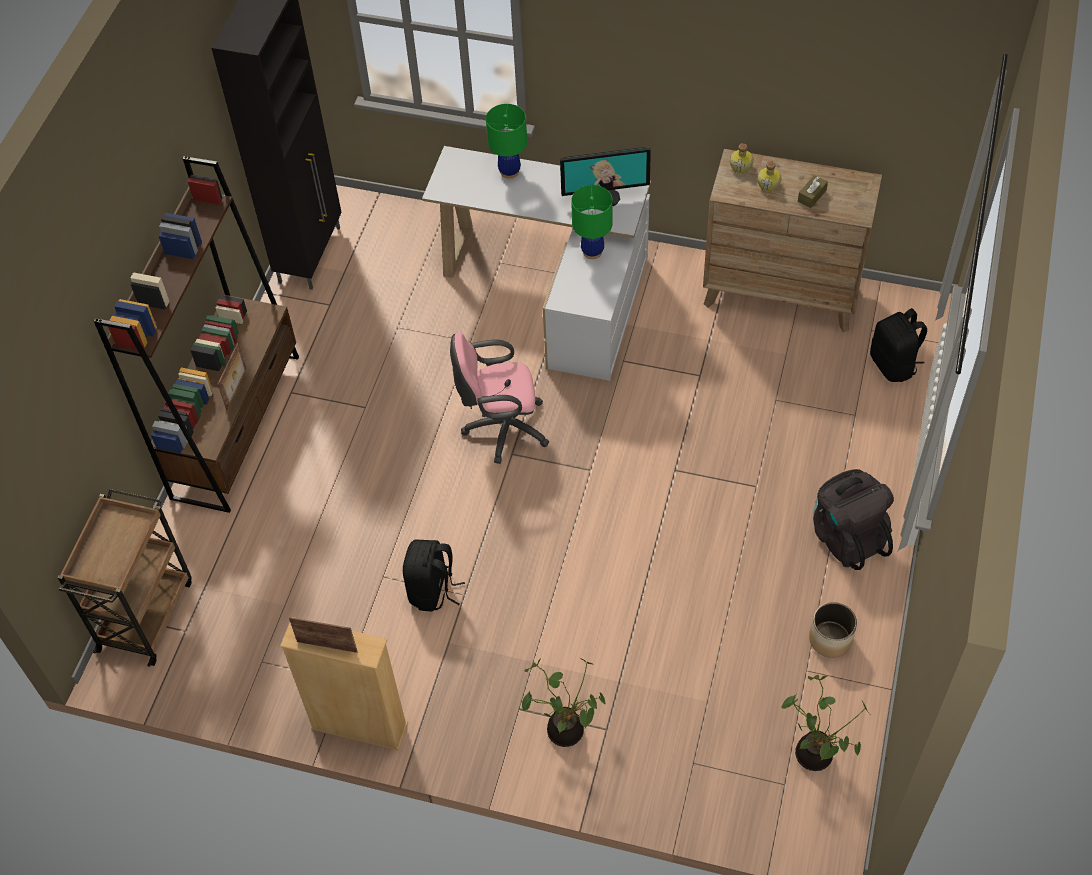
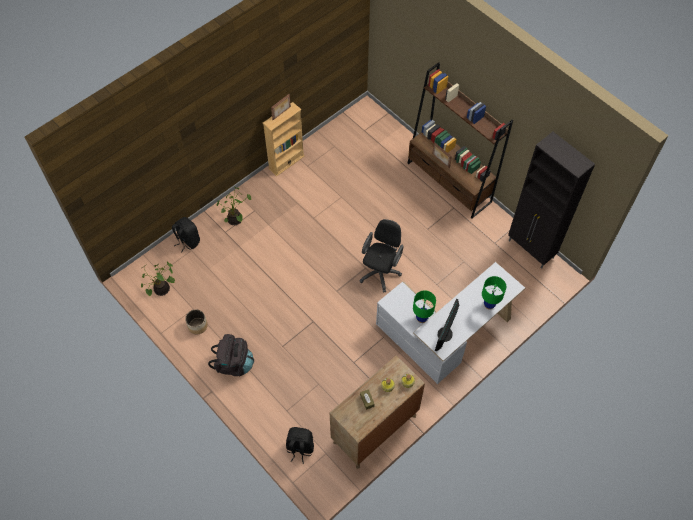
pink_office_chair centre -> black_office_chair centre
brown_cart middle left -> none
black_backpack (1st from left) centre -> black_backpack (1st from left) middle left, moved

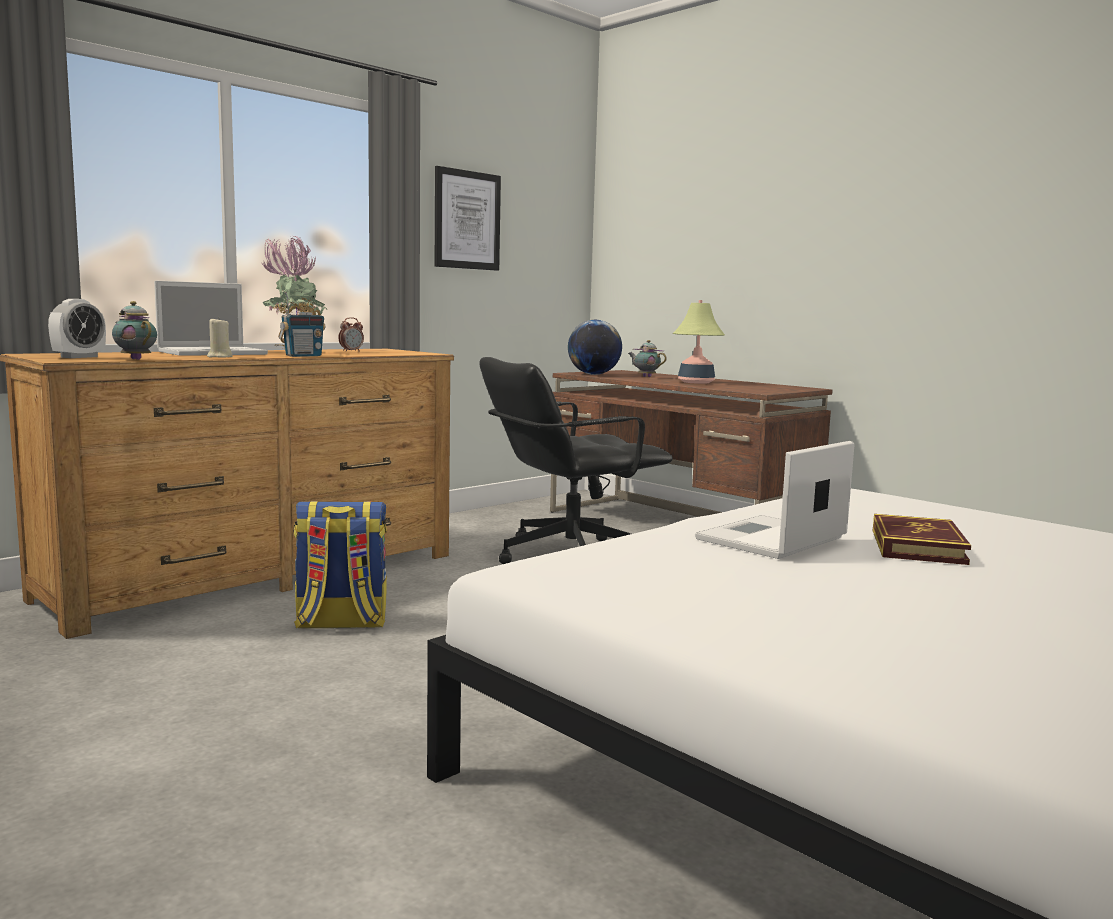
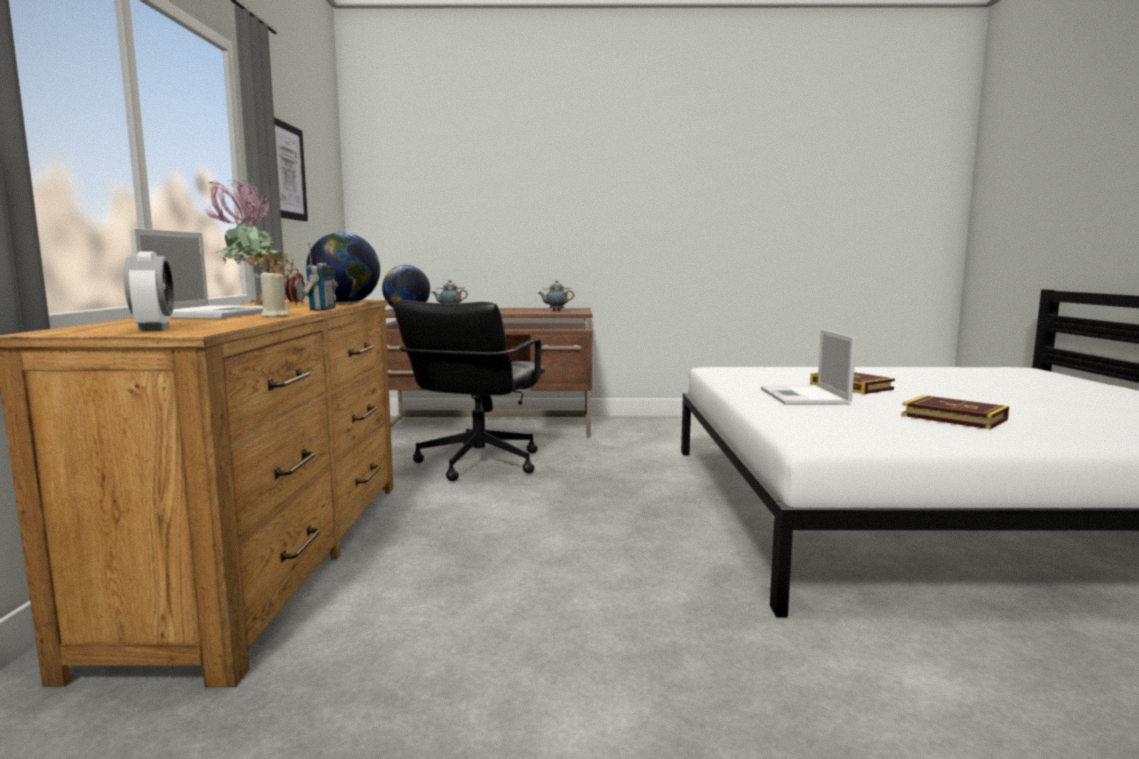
table_lamp centre -> none
teapot (1st from left in the first image) middle left -> teapot (2nd from left) centre, moved
backpack middle left -> none
none -> globe (1st from left) middle left
none -> book (2nd from left) middle right

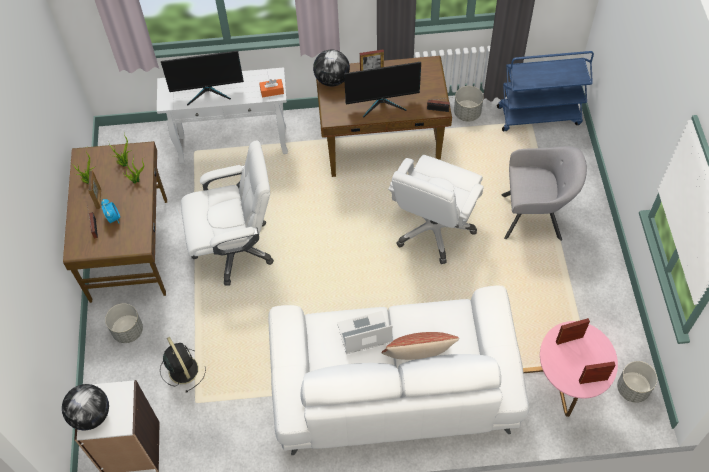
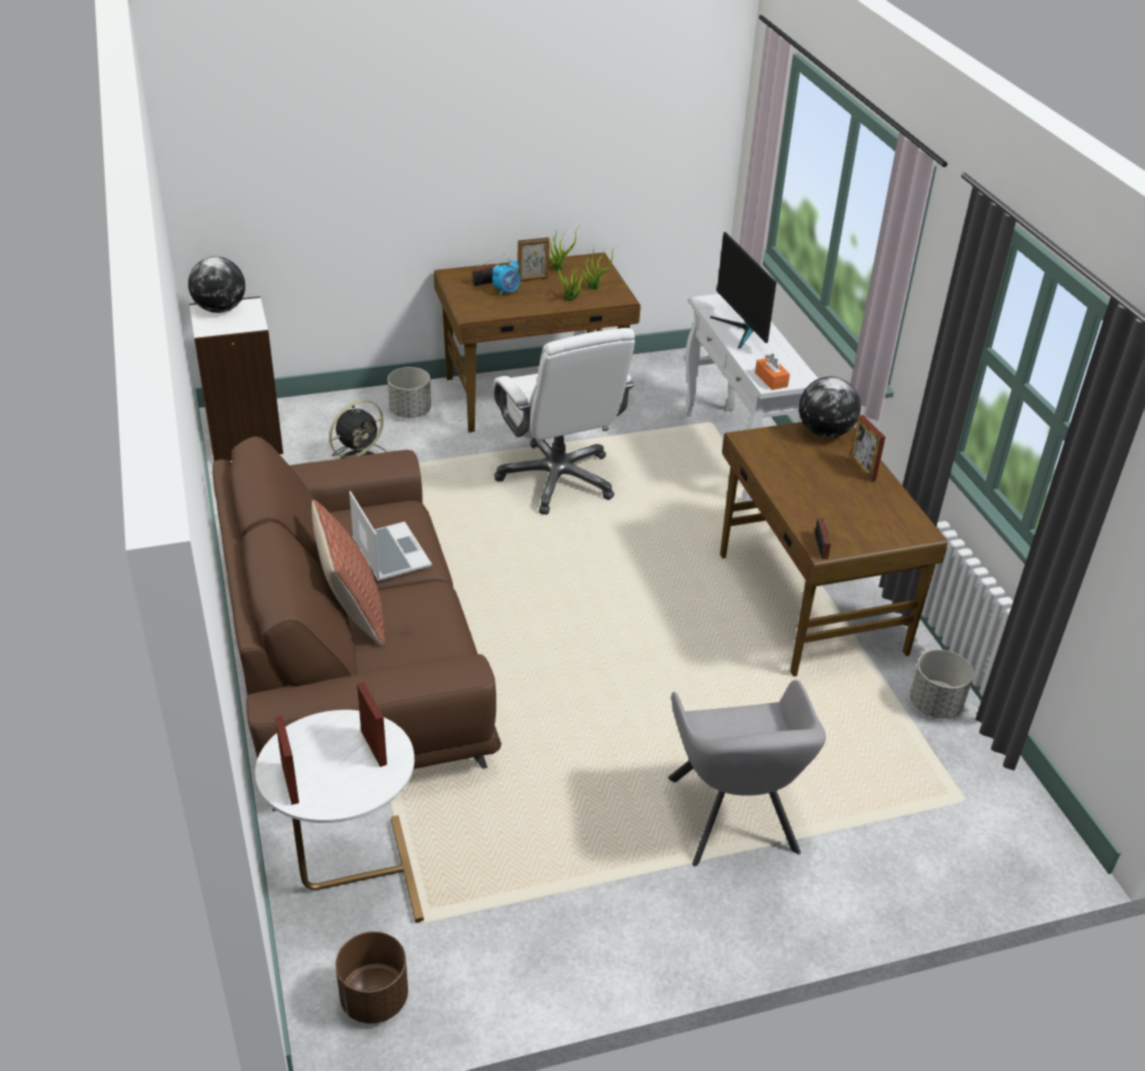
blue_cart top right -> none
monitor (2nd from left) top centre -> none
white_office_chair (2nd from left) centre -> none
white_sofa bottom centre -> brown_sofa middle left
pink_side_table bottom right -> white_side_table bottom left
grey_planter (3rd from left) bottom right -> brown_planter bottom left

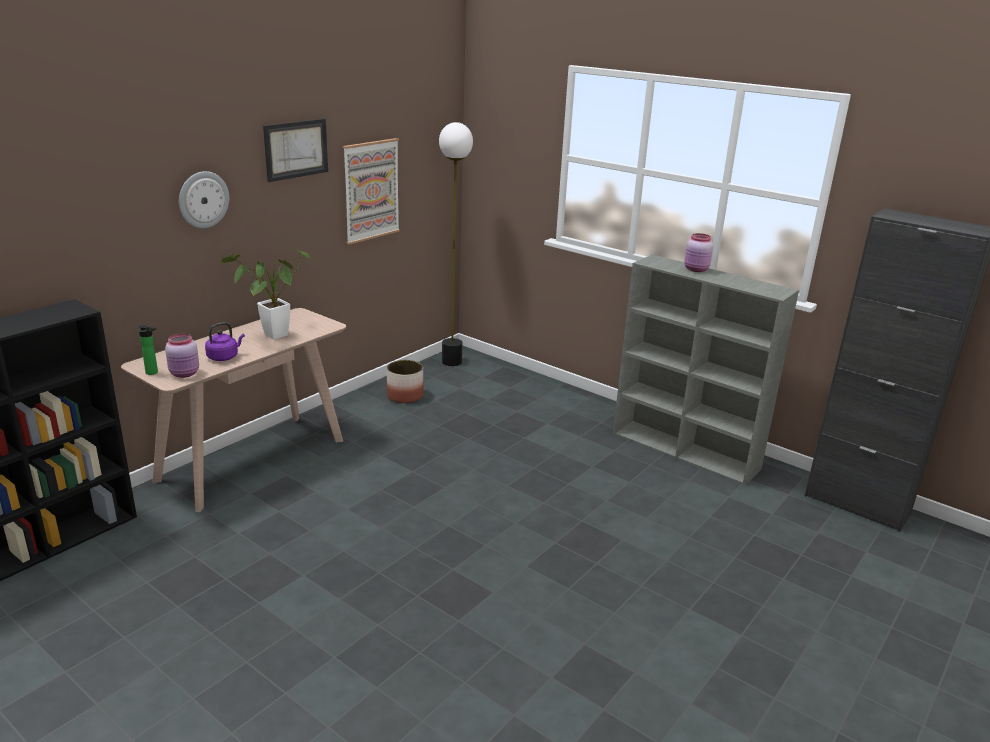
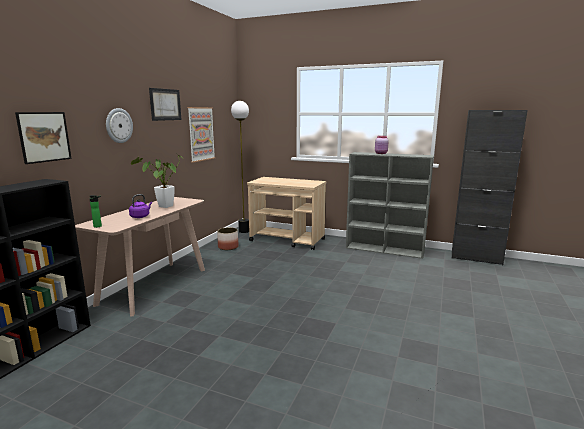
pink_jar (1st from left) middle left -> none
none -> picture (1st from left) top left
none -> beige_cart centre

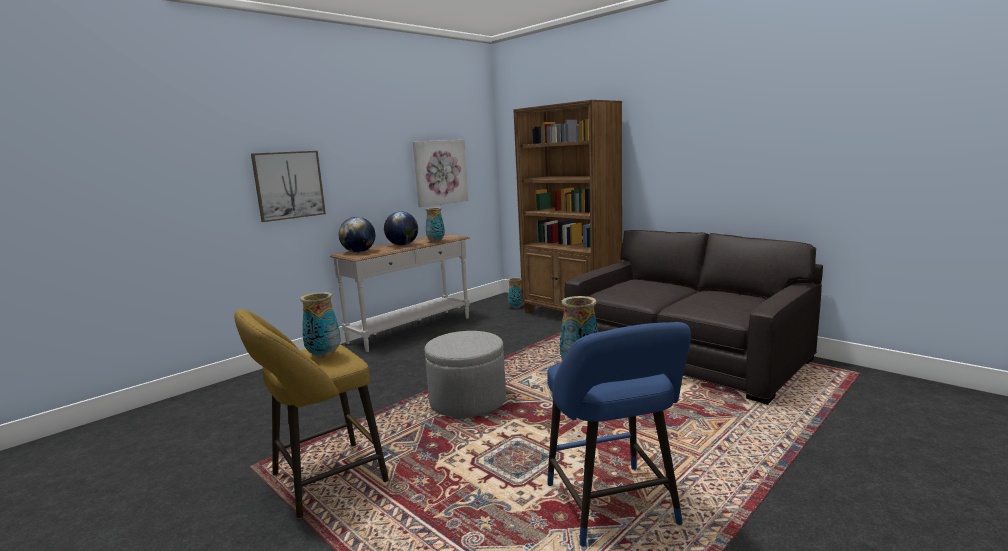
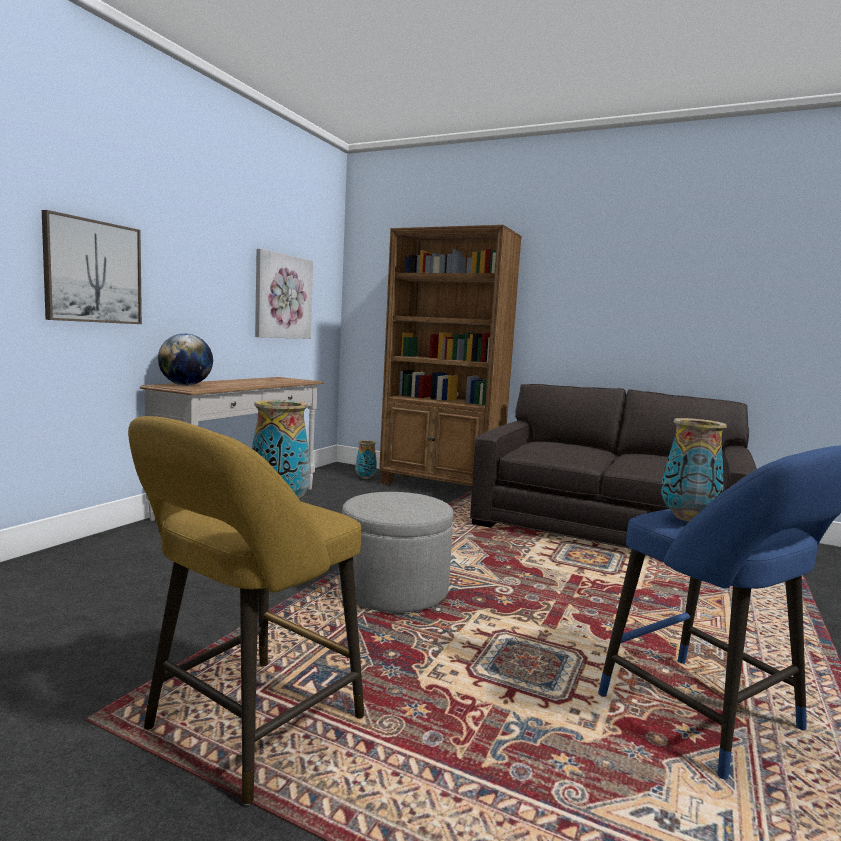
vase (2nd from left) centre -> none
globe (2nd from left) centre -> none

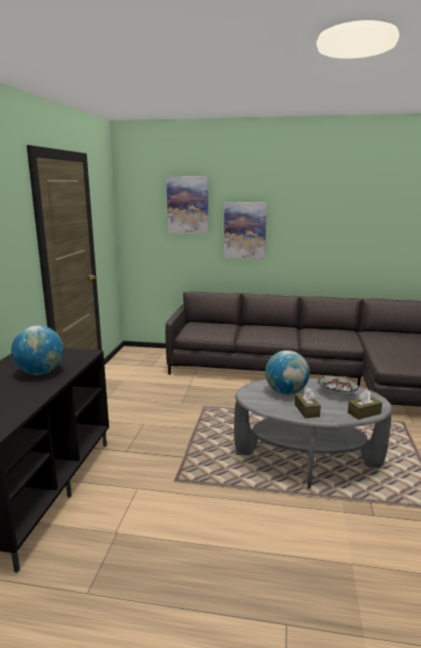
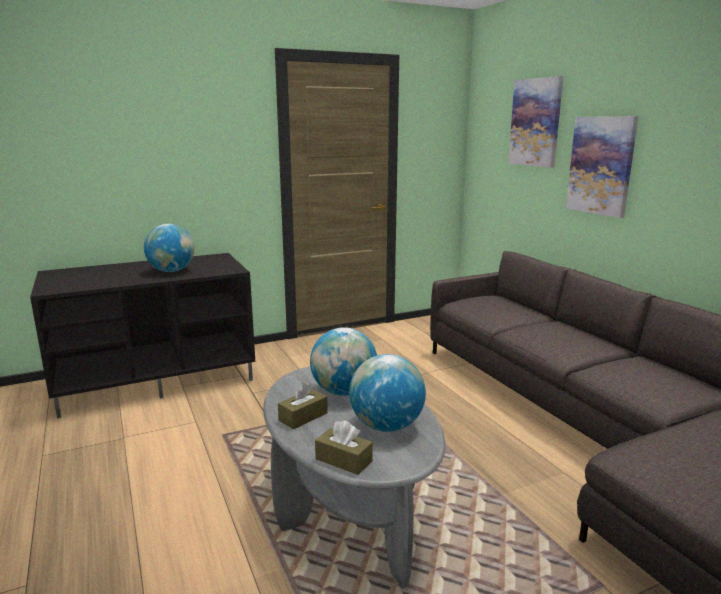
bowl middle right -> globe (3rd from left) centre

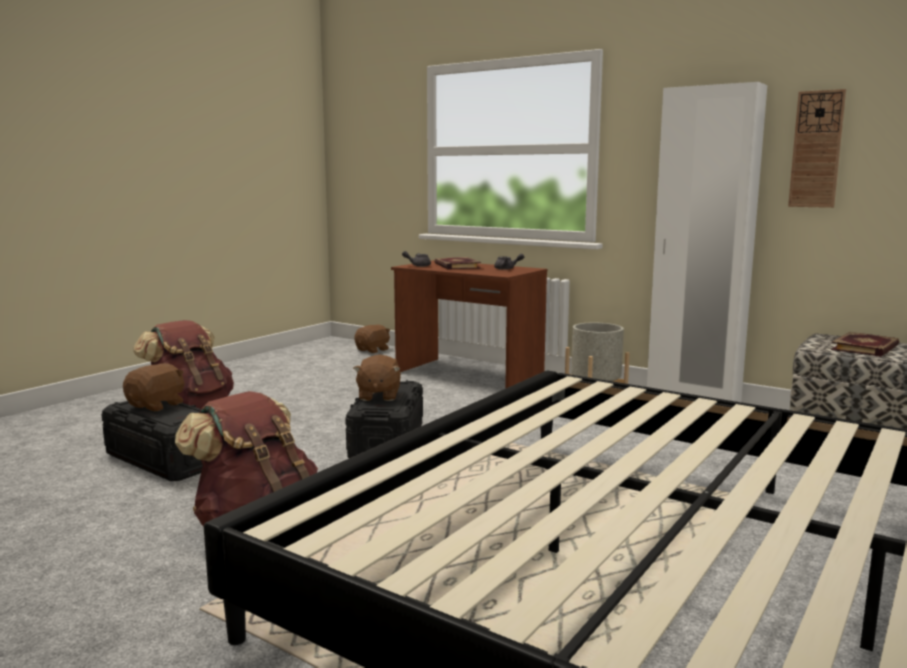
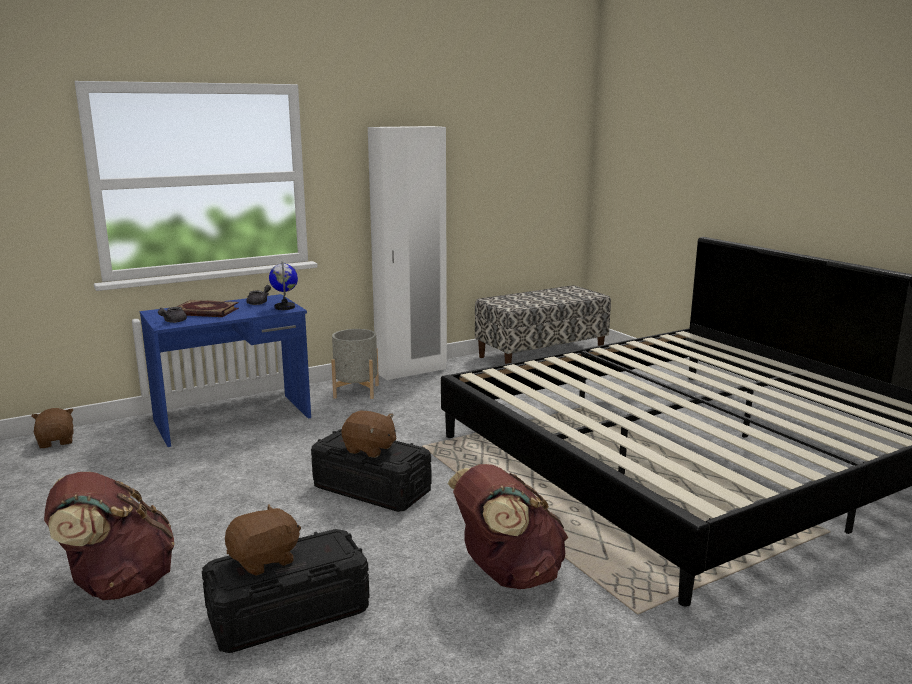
wall_clock top right -> none
brown_desk centre -> blue_desk middle left
book (2nd from left) middle right -> none
brown_plush_toy (1st from left in the first image) middle left -> brown_plush_toy (2nd from left) bottom left, 90 degrees clockwise
none -> globe middle left

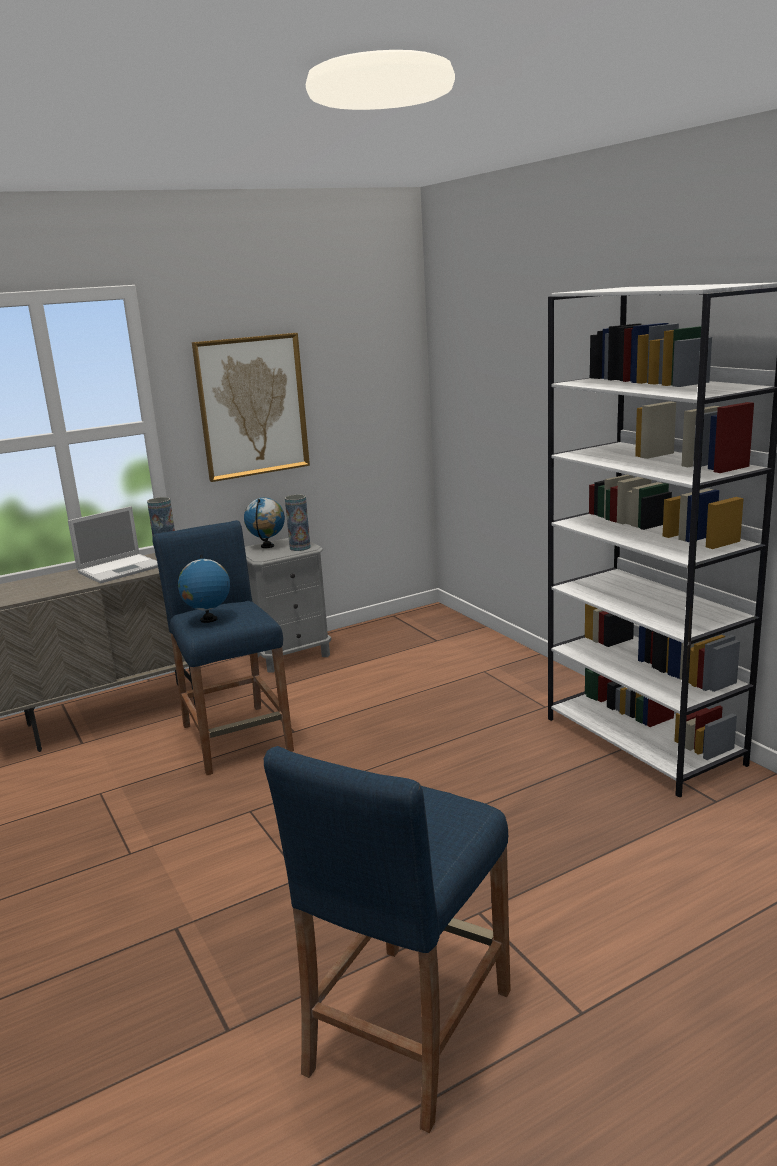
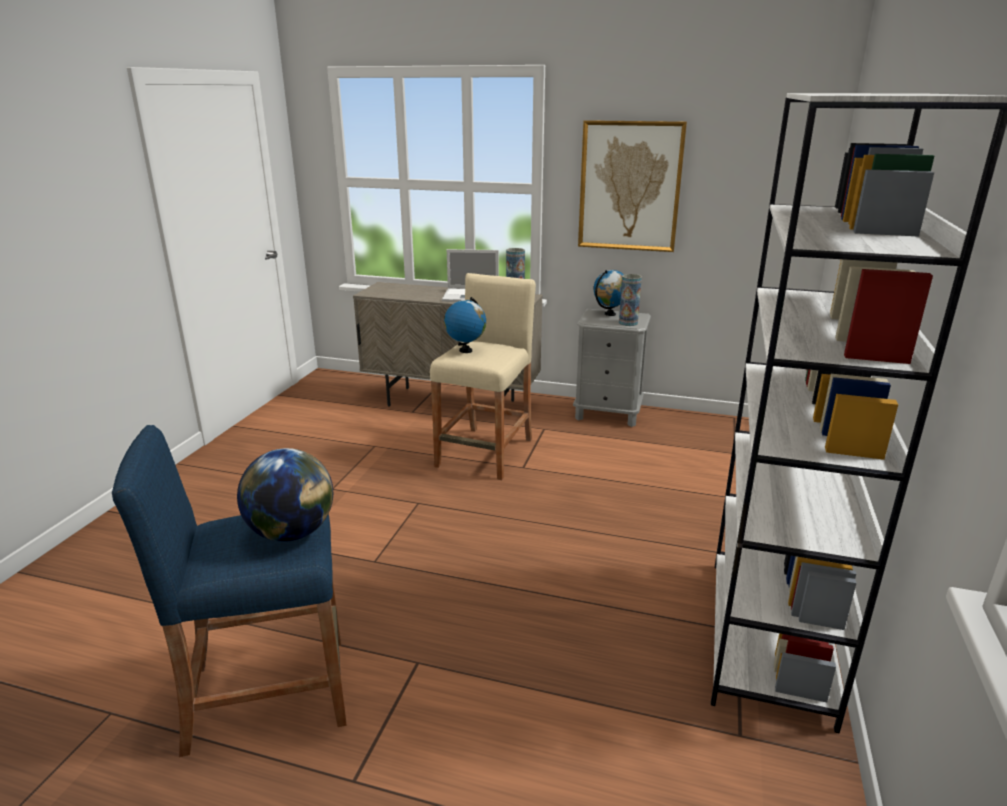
blue_stool (1st from left) middle left -> beige_stool centre
none -> globe (1st from left) middle left

